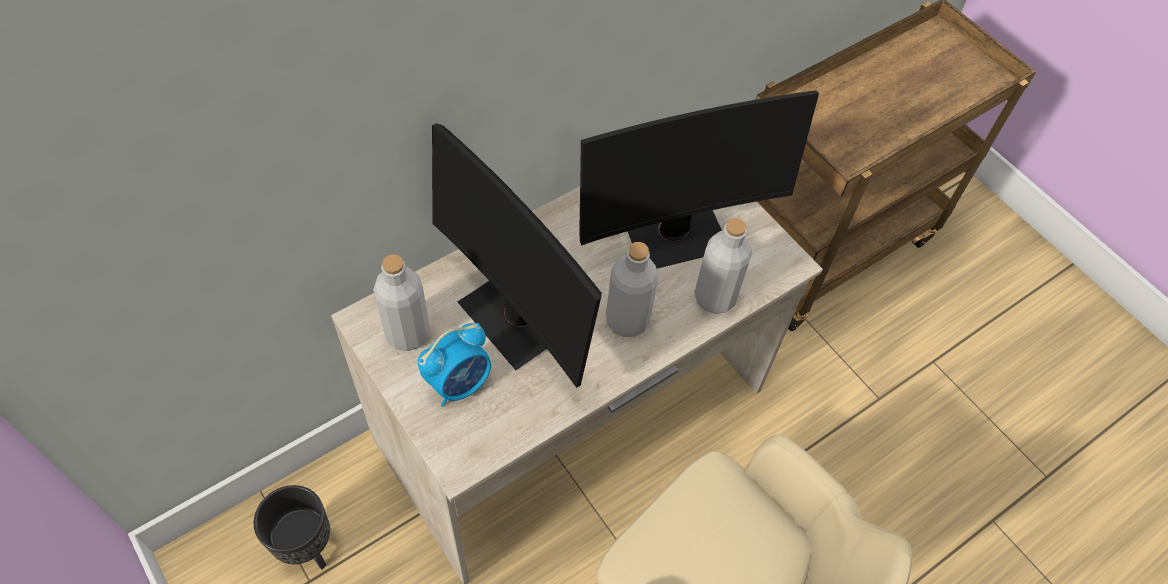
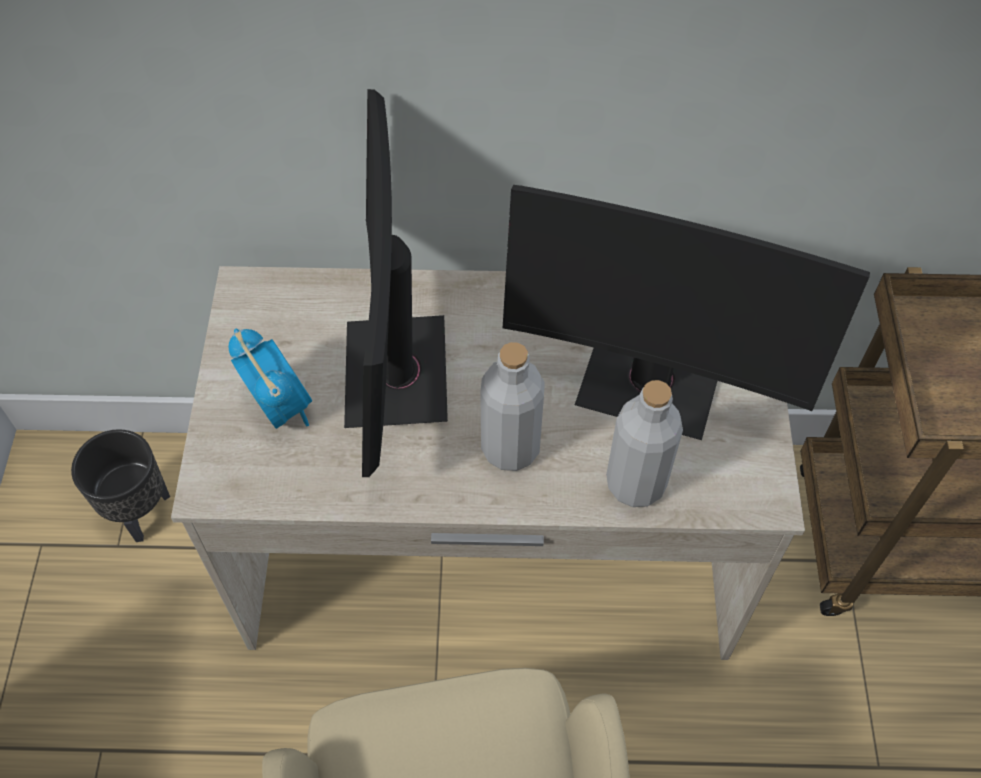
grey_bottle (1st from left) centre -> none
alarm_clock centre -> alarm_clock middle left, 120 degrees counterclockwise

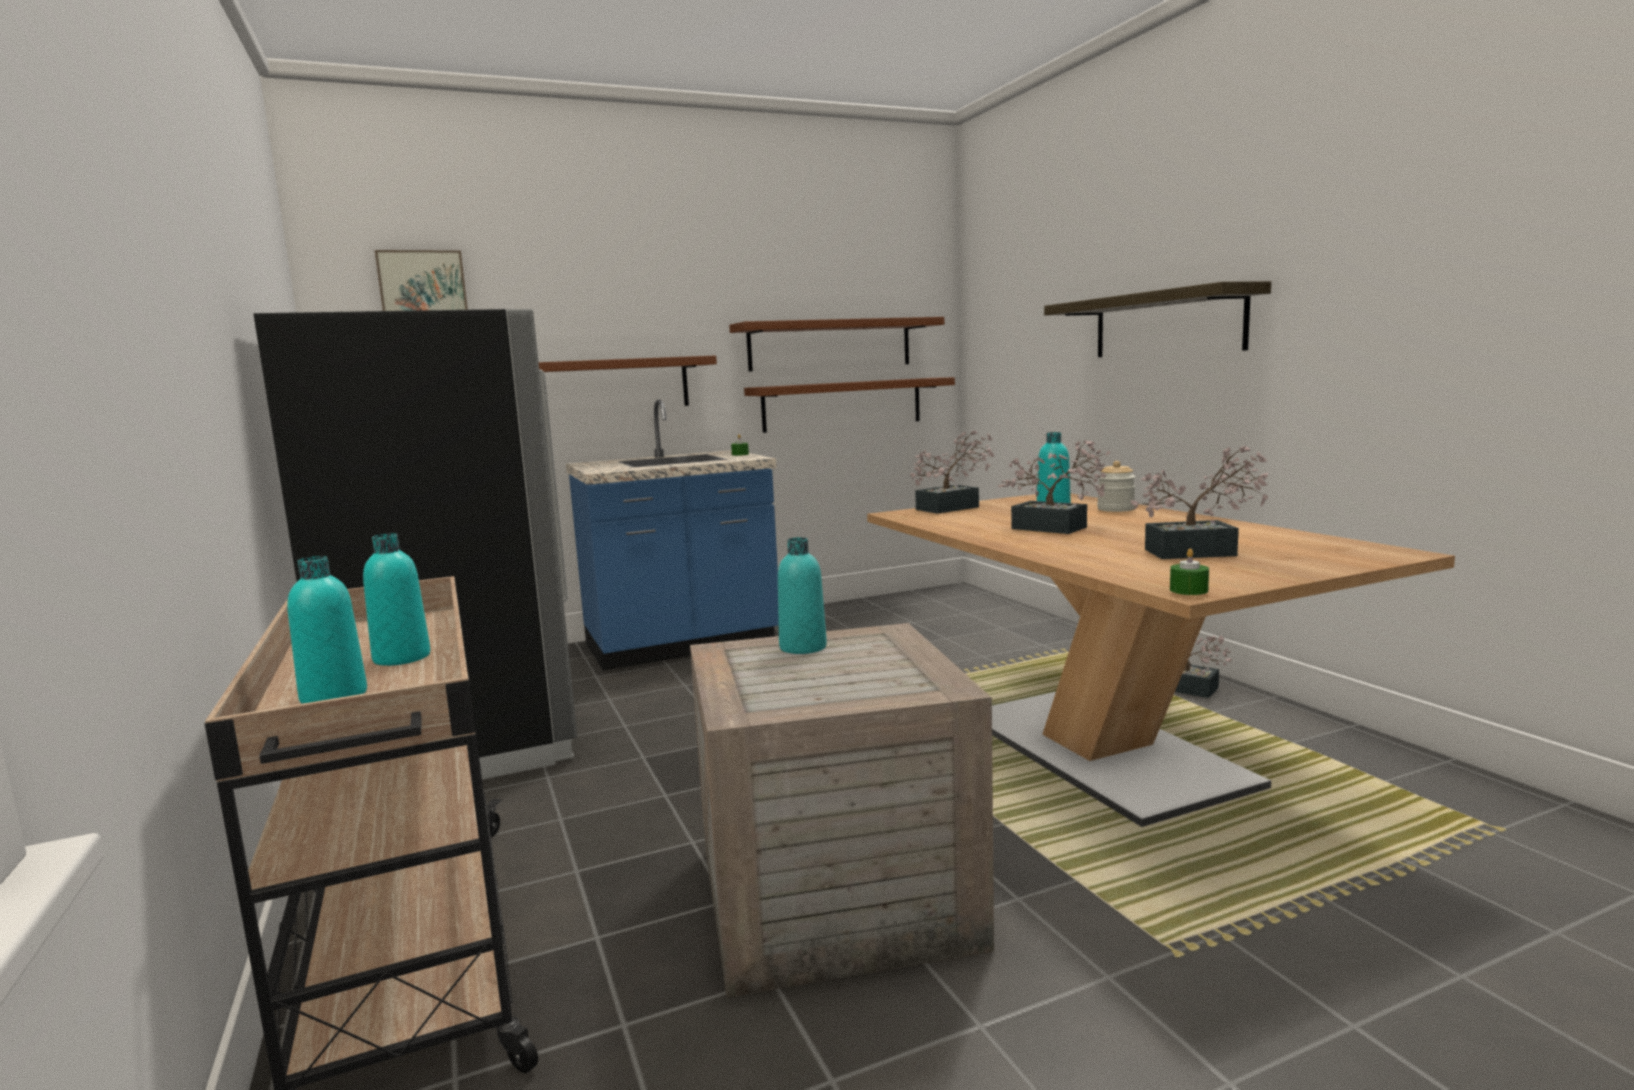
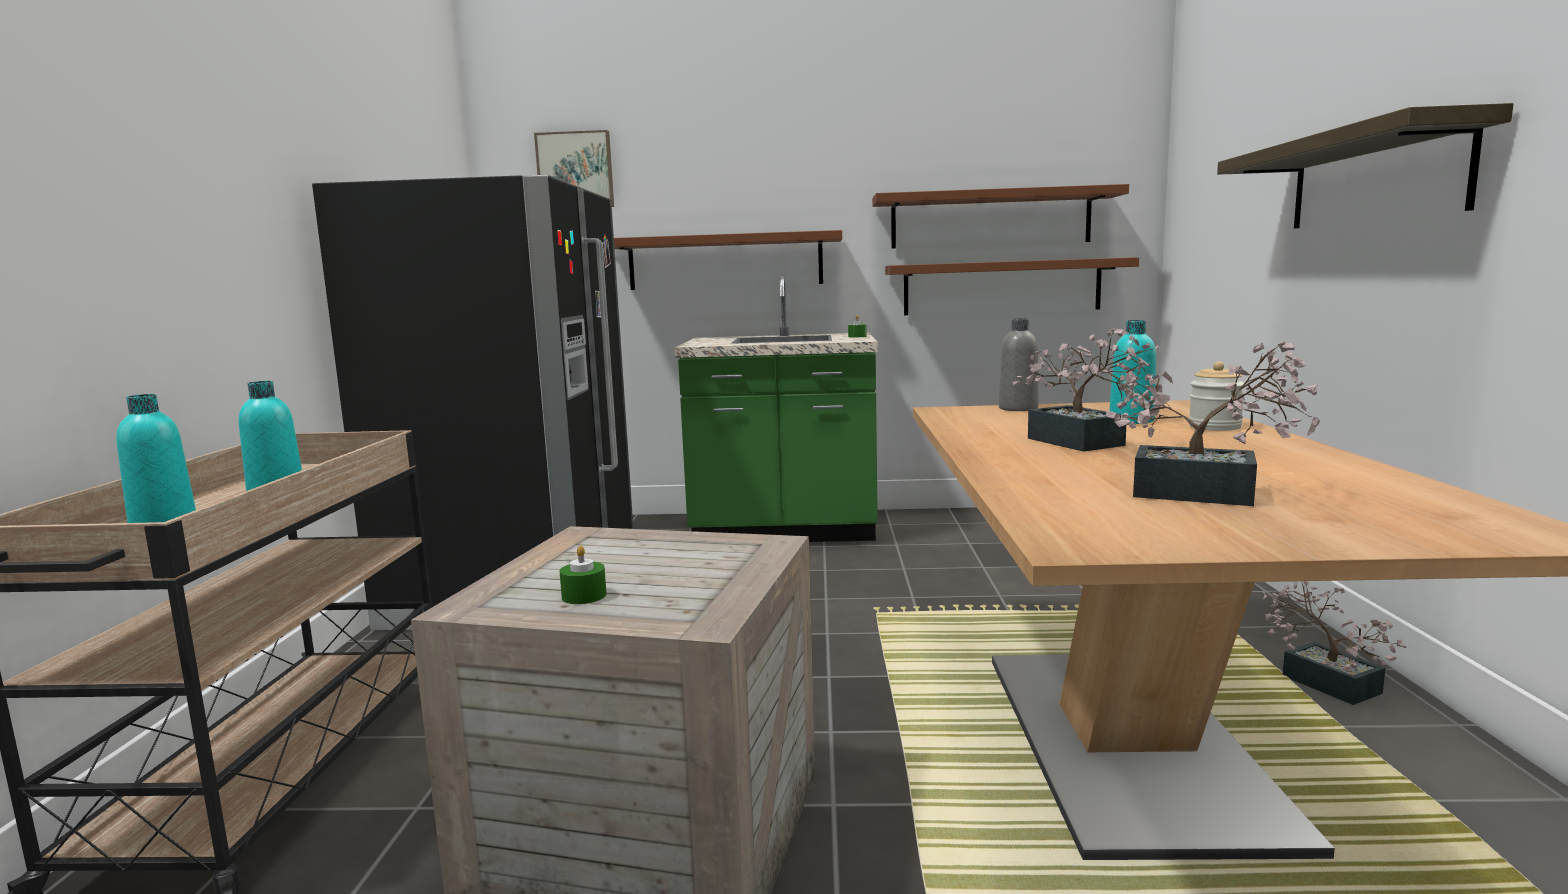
blue_counter centre -> green_counter centre
potted_plant (1st from left) centre -> grey_bottle centre
turquoise_bottle (3rd from left) centre -> none
green_candle (2nd from left in the first image) middle right -> green_candle (1st from left) centre, moved

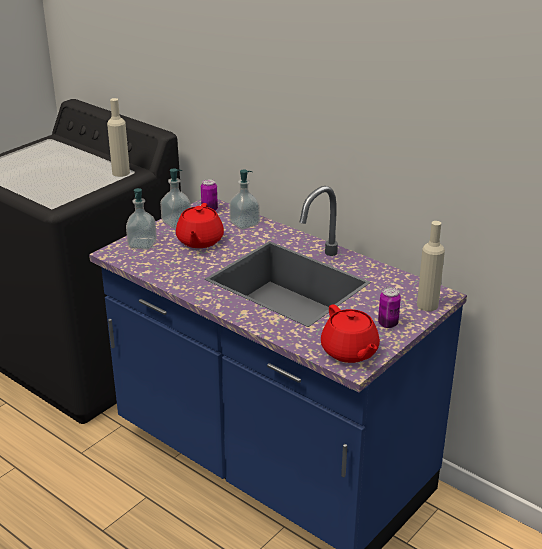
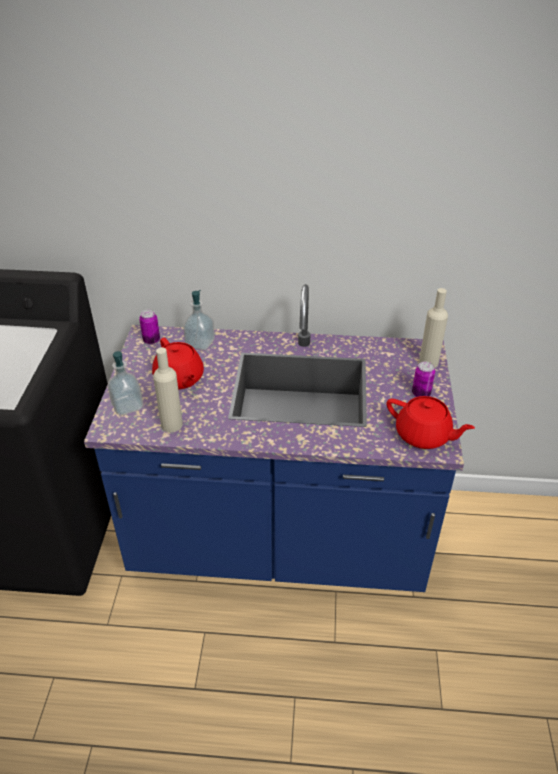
beige_bottle (1st from left) top left -> beige_bottle (1st from left) middle left, moved
soap_dispenser (2nd from left) middle left -> none

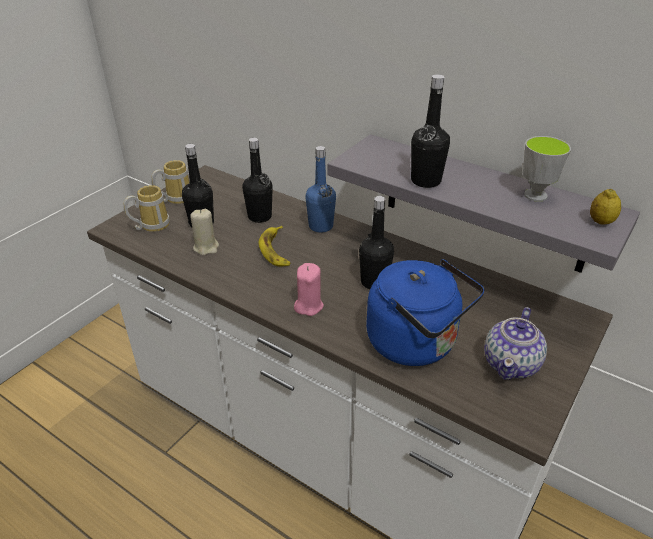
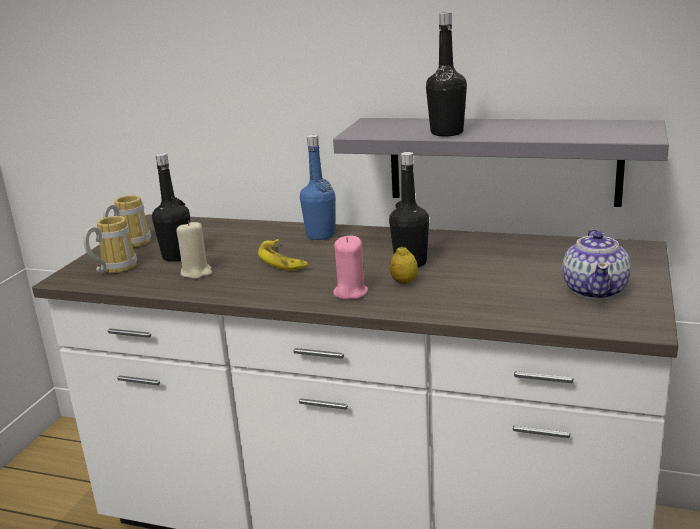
cup top right -> none
black_bottle (2nd from left) centre -> none
lemon middle right -> lemon centre, moved
blue_kettle centre -> none

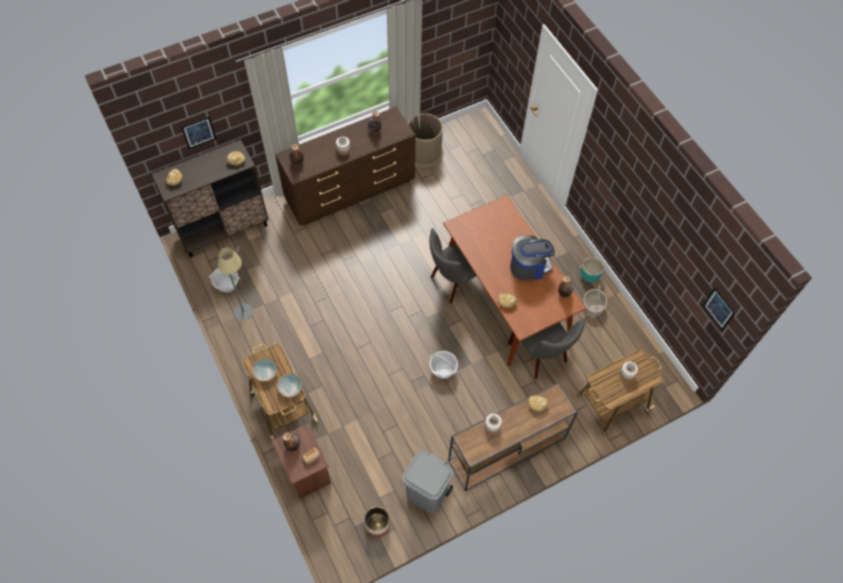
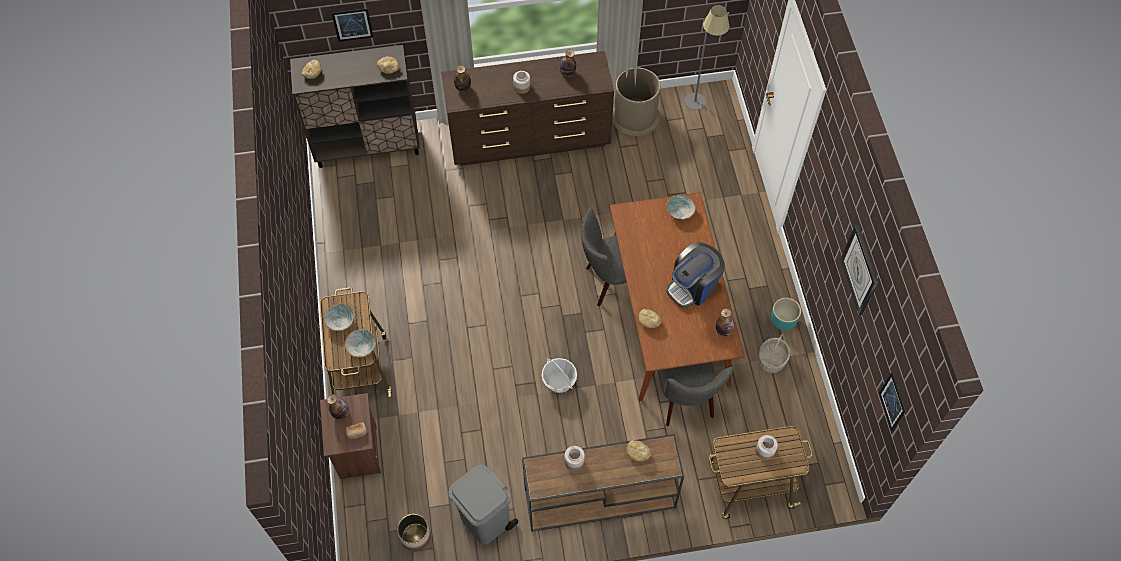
coffee_machine centre, 135 degrees clockwise
grey_floor_lamp middle left -> grey_floor_lamp top centre, moved
basket (1st from left) middle left -> none
none -> bowl (3rd from left) centre
none -> wall_clock middle right

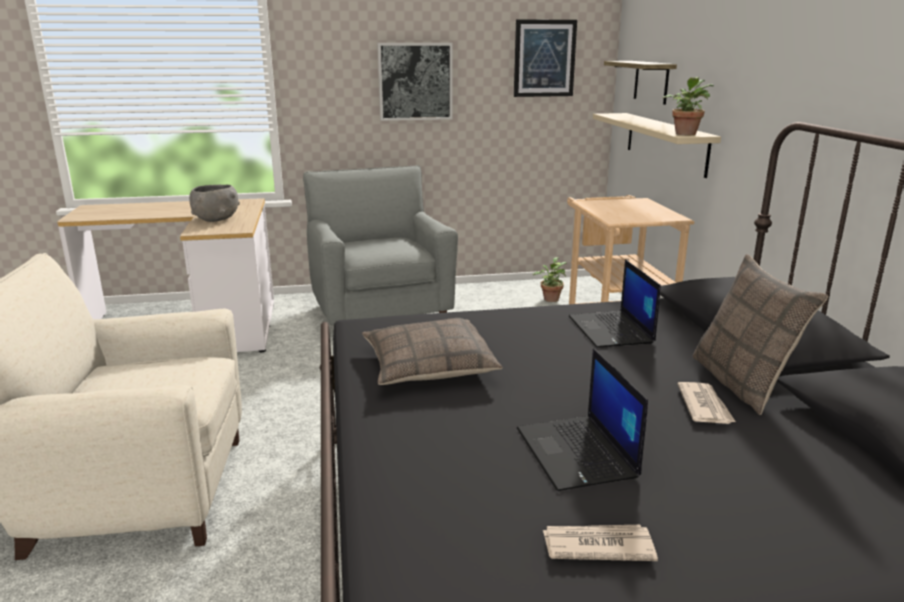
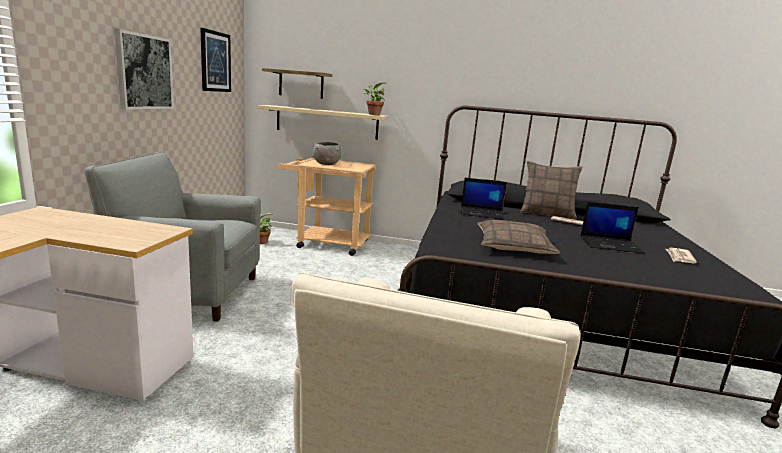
grey_bowl middle left -> grey_bowl centre, moved

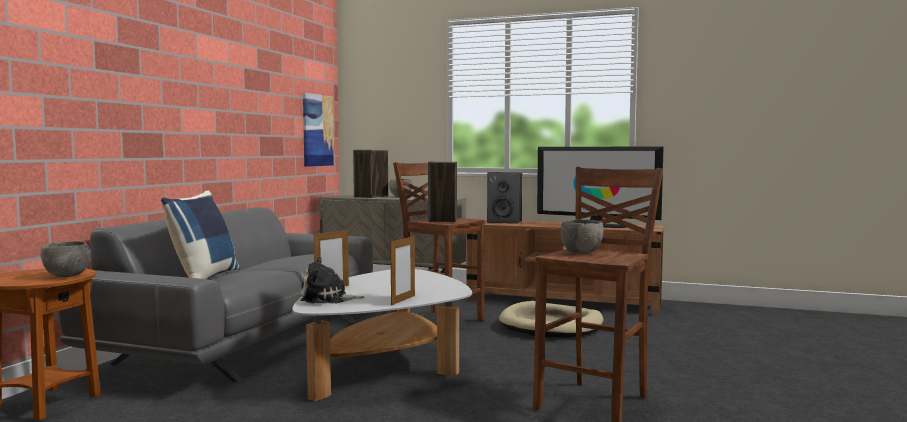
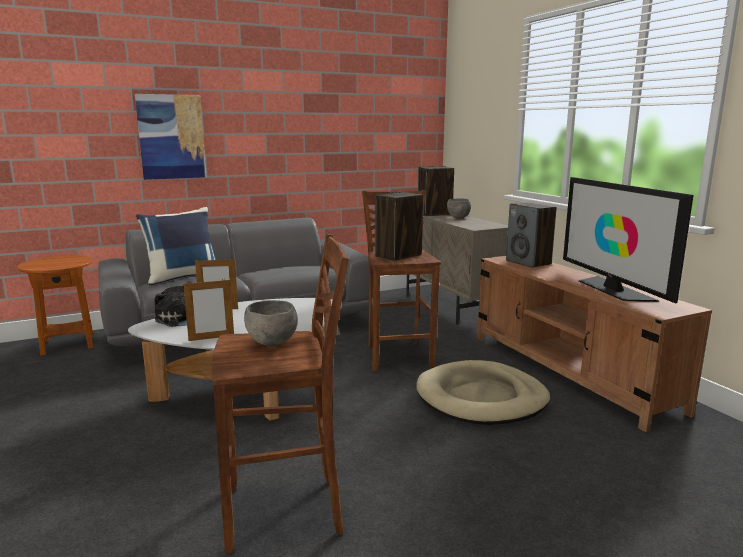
picture top centre -> picture top left, moved
grey_bowl (1st from left) middle left -> none

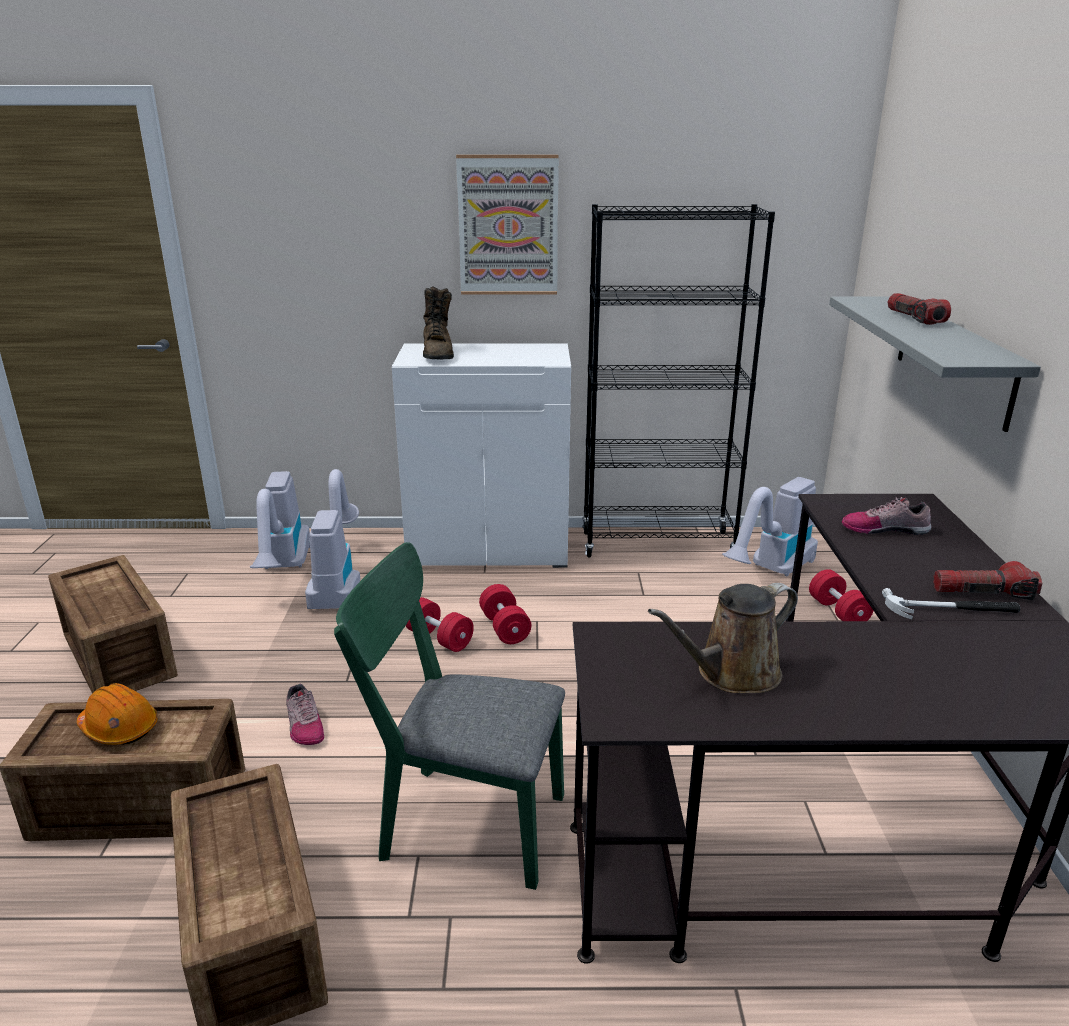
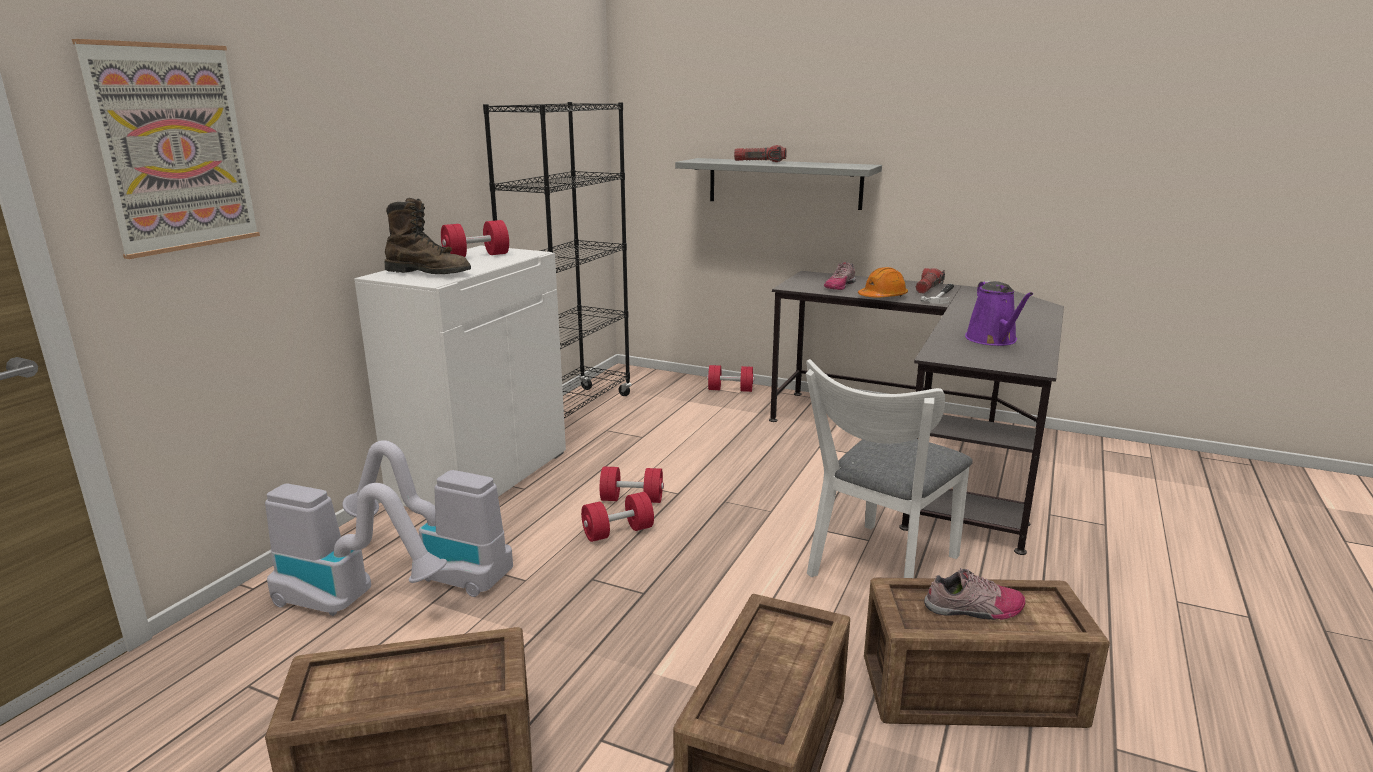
picture top centre -> picture top left, moved
vacuum_cleaner (3rd from left) middle right -> none
green_chair bottom centre -> white_chair centre
brown_watering_can middle right -> purple_watering_can middle right
orange_hard_hat bottom left -> orange_hard_hat centre, moved
shoe (1st from left in the first image) bottom left -> shoe (2nd from left) bottom right, moved
none -> red_dumbbell (1st from left) top centre

